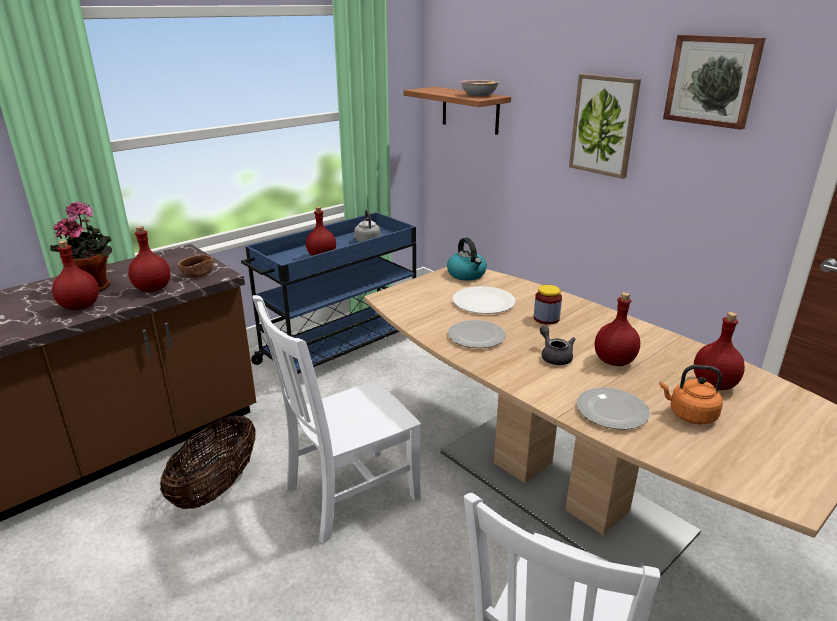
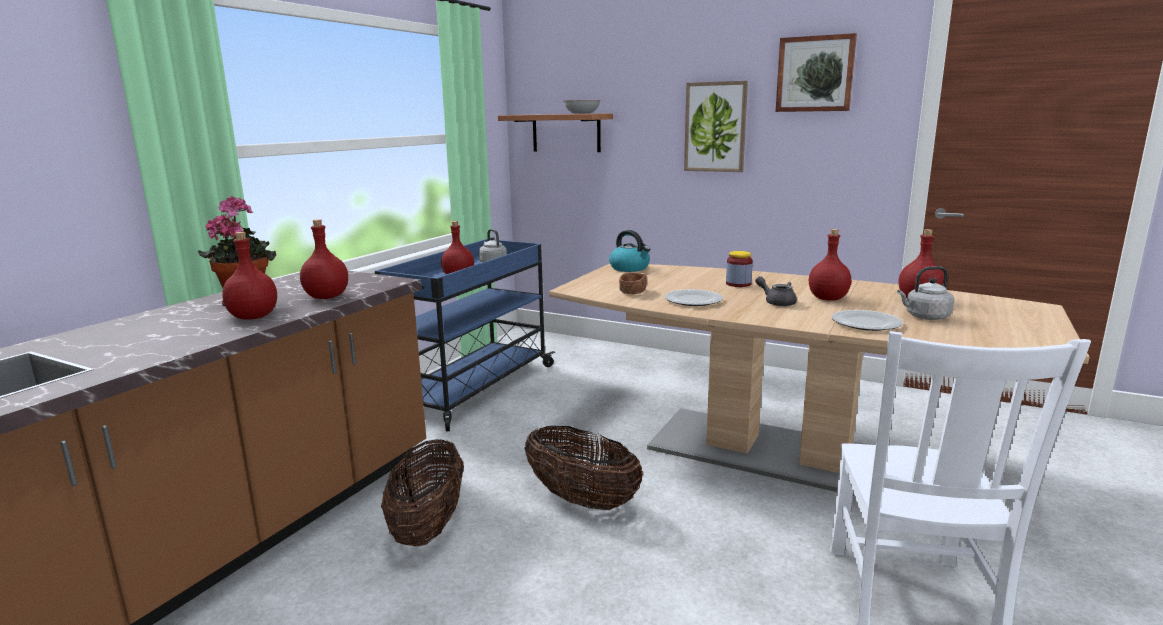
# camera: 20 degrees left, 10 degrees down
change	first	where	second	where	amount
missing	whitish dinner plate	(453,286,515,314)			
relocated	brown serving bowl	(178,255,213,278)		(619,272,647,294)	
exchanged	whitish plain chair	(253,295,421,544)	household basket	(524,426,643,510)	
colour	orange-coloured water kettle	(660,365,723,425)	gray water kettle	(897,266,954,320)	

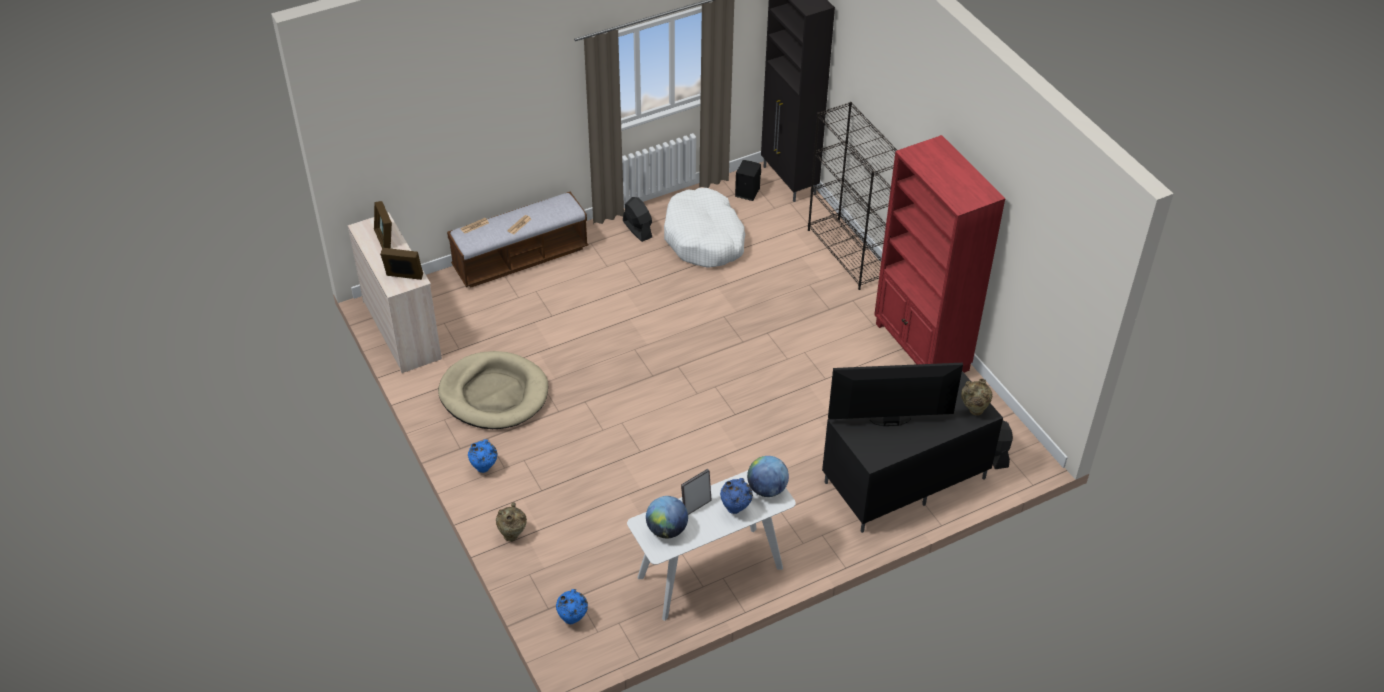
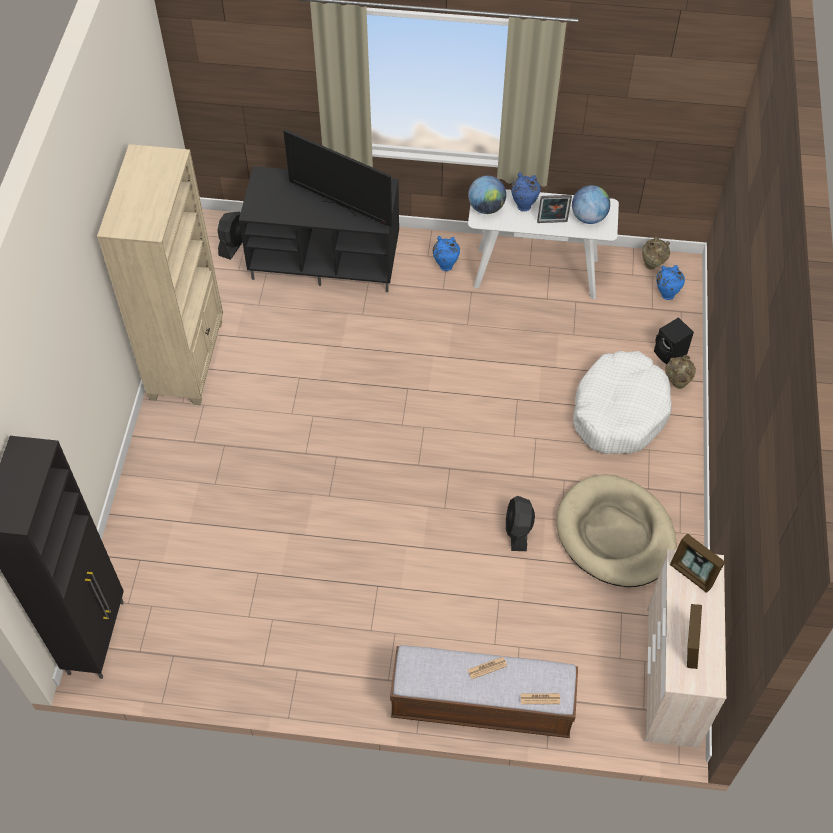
# camera: 145 degrees left, 10 degrees up
change	first	where	second	where	amount
missing	black bookcase	(808,102,897,290)			
relocated	blue-coloured flower vase	(468,439,498,473)		(433,236,460,271)	
relocated	black electric fan	(623,197,652,242)		(506,496,535,551)	
relocated	whitish dog cushion	(664,188,745,268)		(573,351,671,454)	
relocated	black speaker	(735,160,761,201)		(654,317,694,364)	
relocated	beige flower vase	(961,379,992,416)		(642,237,670,270)	
colour	red bookcase	(874,135,1006,373)	beige bookcase	(97,144,223,405)	

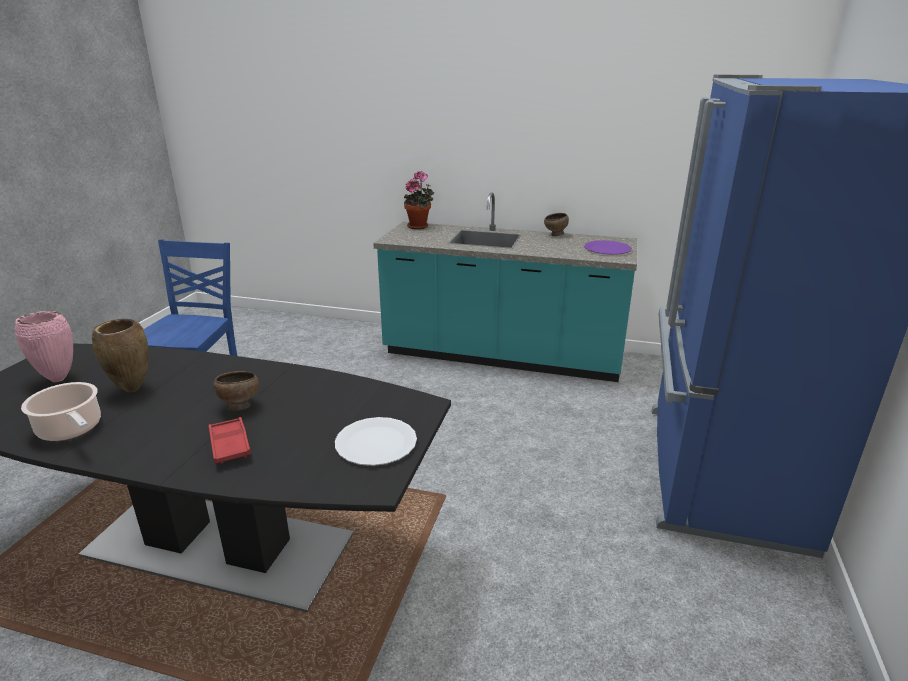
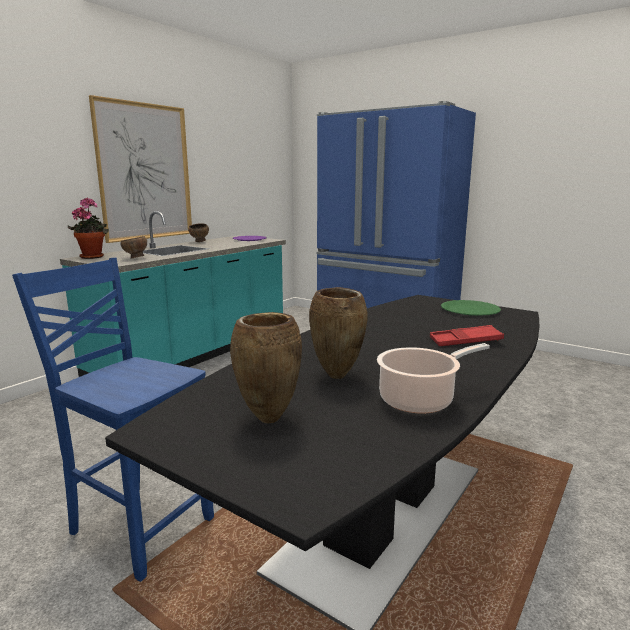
# camera: 70 degrees left, 10 degrees down
change	first	where	second	where	amount
appeared			picture	(89,95,192,243)	
relocated	brown serving bowl	(213,371,259,410)		(120,236,147,259)	
colour	pink flower vase	(15,311,73,382)	brown flower vase	(230,312,302,423)	
colour	whitish dinner plate	(335,417,417,466)	green-coloured dinner plate	(441,300,501,316)	

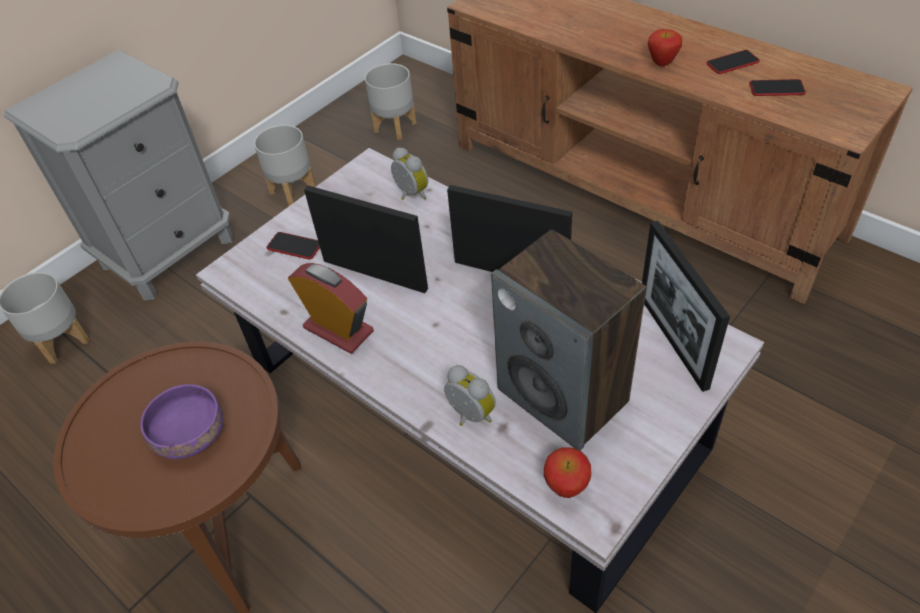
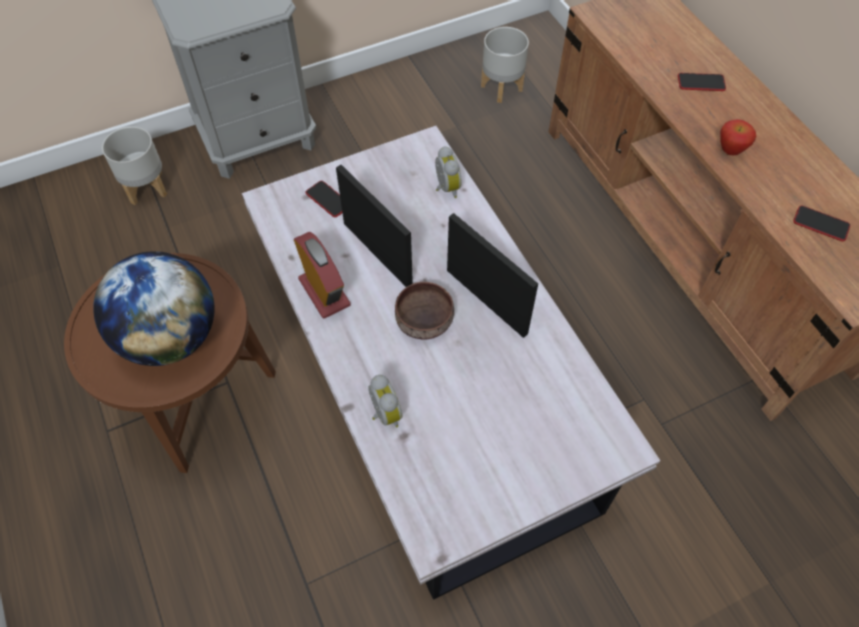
# camera: 20 degrees right, 10 degrees up
change	first	where	second	where	amount
missing	gray plant pot	(254,125,316,206)			
missing	speaker	(491,230,646,450)			
missing	apple fruit	(544,447,591,498)			
missing	photo frame	(642,221,730,392)			
appeared			brown serving bowl	(395,282,454,340)	
relocated	telephone	(706,50,760,74)		(678,73,726,91)	
exchanged	purplish serving bowl	(140,384,223,459)	desk globe	(93,251,215,366)	

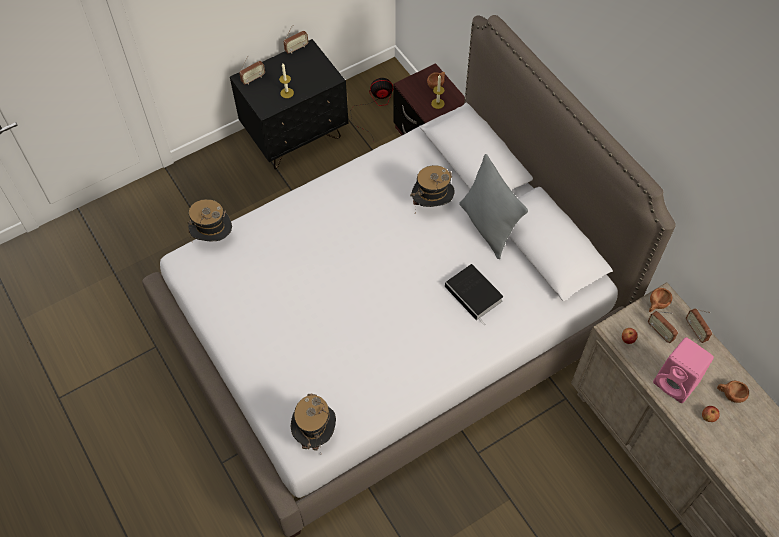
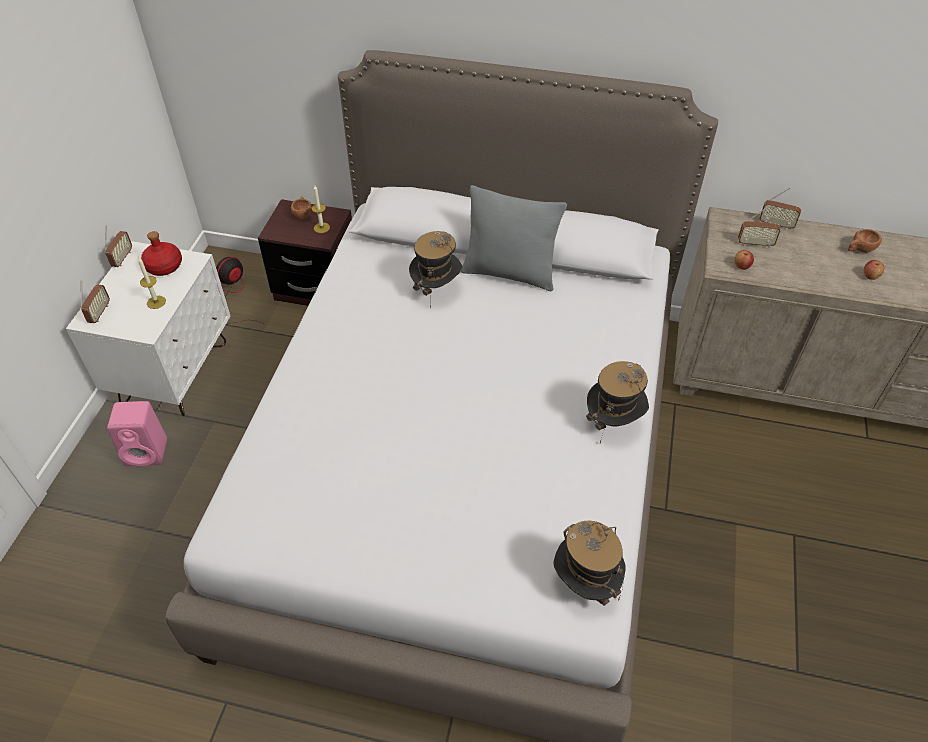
# camera: 45 degrees left, 10 degrees down
change	first	where	second	where	amount
missing	bound book	(445,264,503,326)			
missing	brown drinking cup	(649,288,672,312)			
appeared			red beverage bottle	(141,231,182,276)	
relocated	wearable hat	(187,199,232,241)		(586,361,649,443)	
relocated	pink speaker	(653,337,714,403)		(107,401,167,466)	
colour	black night table	(230,39,349,170)	whitish night table	(66,241,230,416)	

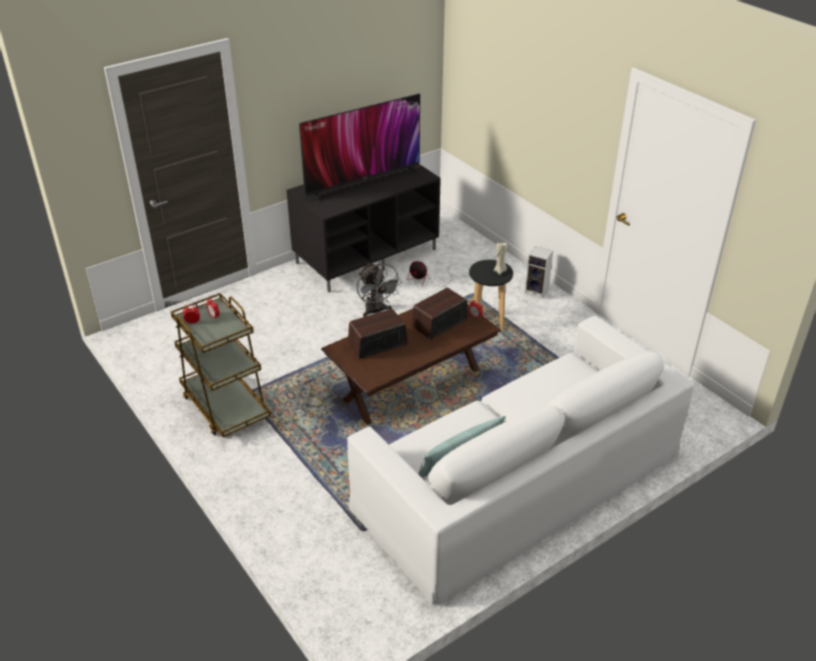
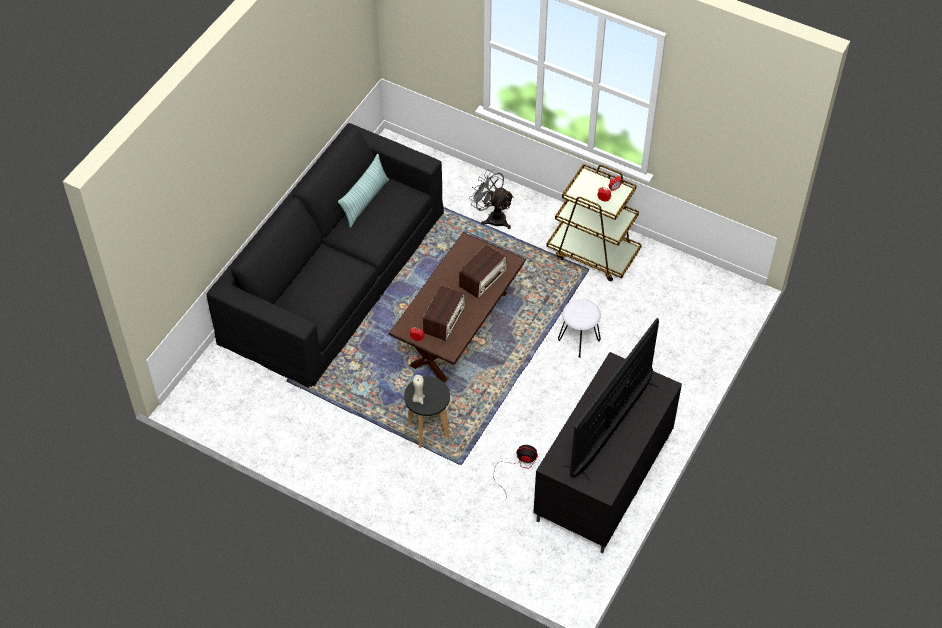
# camera: 155 degrees right, 15 degrees up
change	first	where	second	where	amount
missing	speaker	(525,246,553,299)			
appeared			whitish stool	(558,299,601,358)	
relocated	gray electric fan	(357,263,402,317)		(469,169,514,229)	
colour	whitish settee	(347,316,694,606)	black settee	(207,123,444,388)	

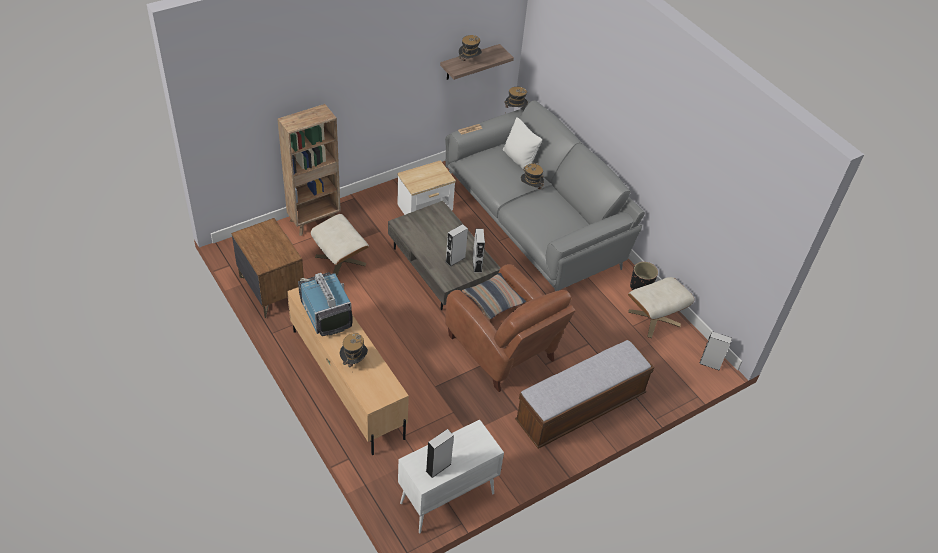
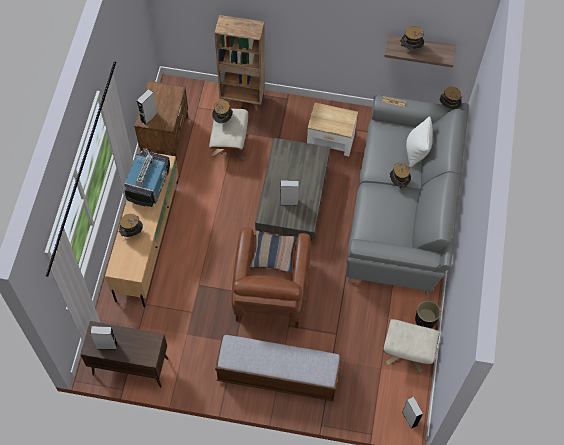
# camera: 45 degrees right, 15 degrees up
change	first	where	second	where	amount
appeared			wearable hat	(212,100,233,123)	
relocated	gray speaker	(472,229,485,273)		(137,89,158,125)	
colour	whitish storage cabinet	(398,420,504,533)	brown storage cabinet	(80,321,168,388)	

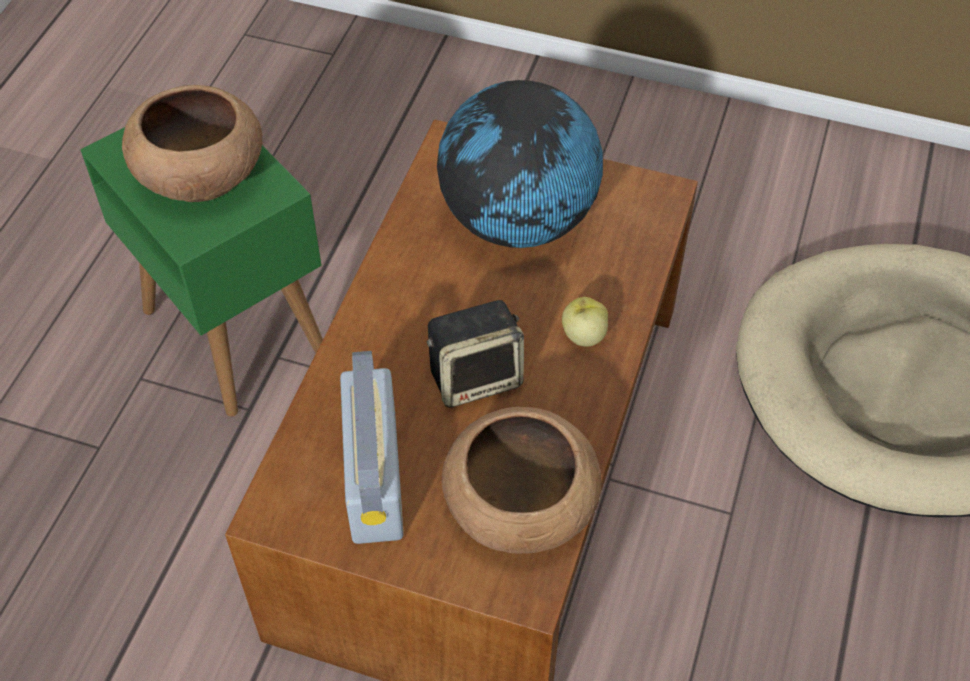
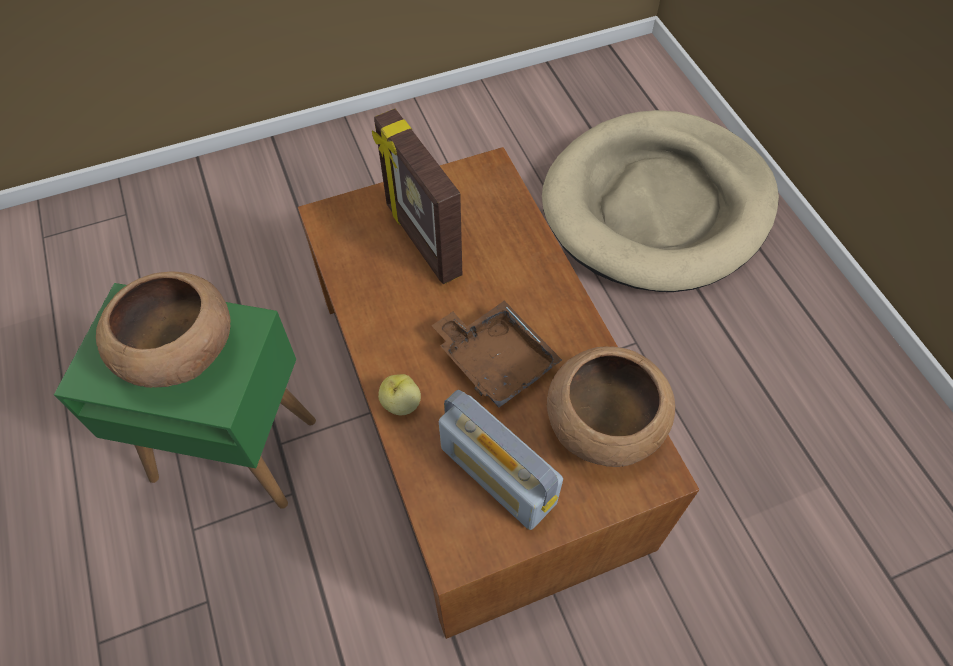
# camera: 40 degrees left, 5 degrees up
change	first	where	second	where	amount
relocated	apple fruit	(562,297,608,347)		(378,374,421,415)	
exchanged	speaker	(427,300,524,408)	brown serving tray	(431,301,562,408)	
exchanged	desk globe	(437,80,603,248)	photo frame	(372,109,462,284)	

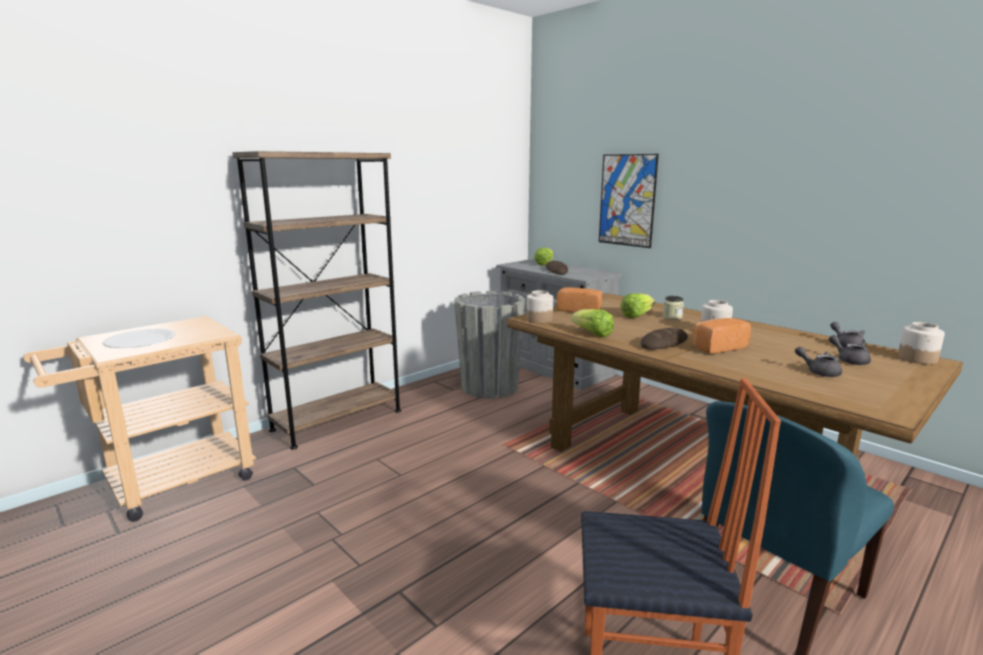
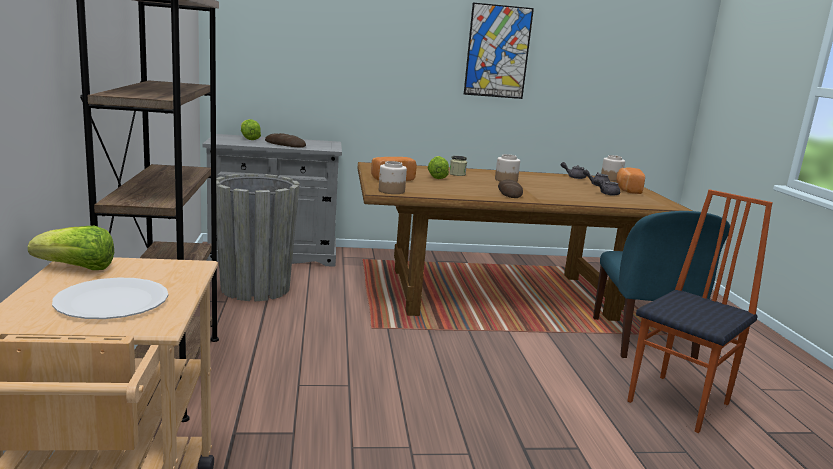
# camera: 55 degrees left, 0 degrees up
change	first	where	second	where	amount
relocated	lettuce head	(571,309,614,337)		(28,226,114,270)	
relocated	picture	(599,154,659,248)		(464,3,534,99)	
relocated	baked bread	(692,318,751,354)		(616,167,645,194)	

